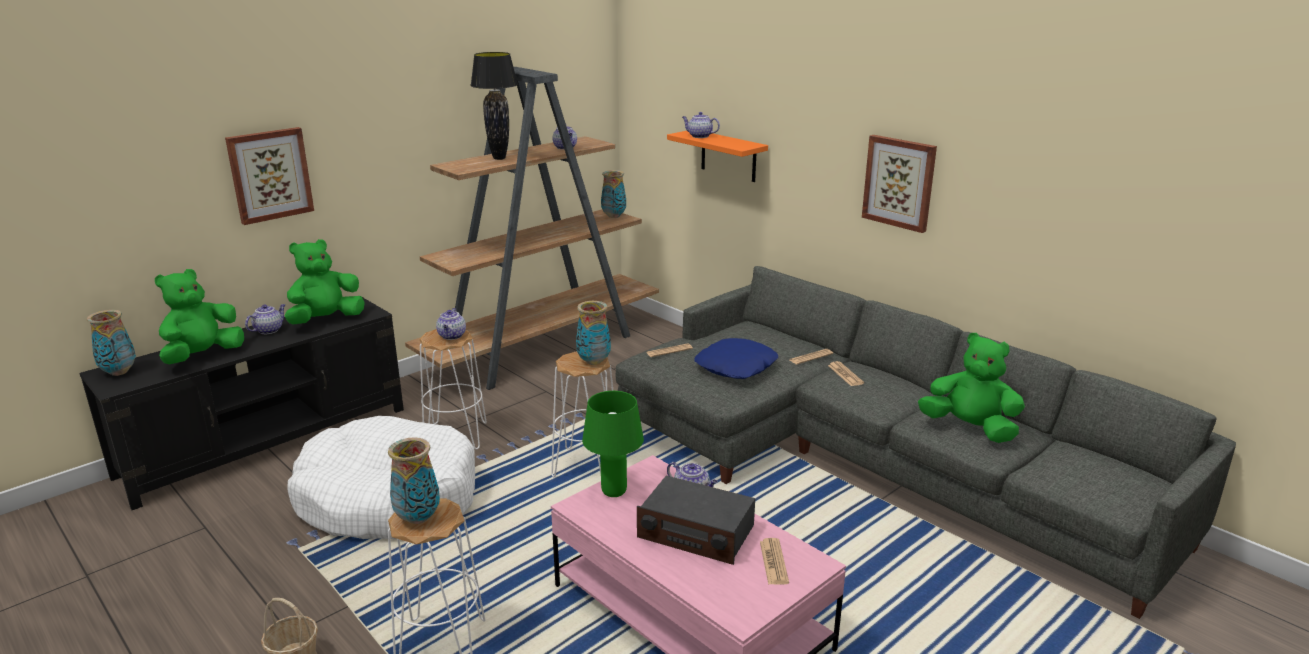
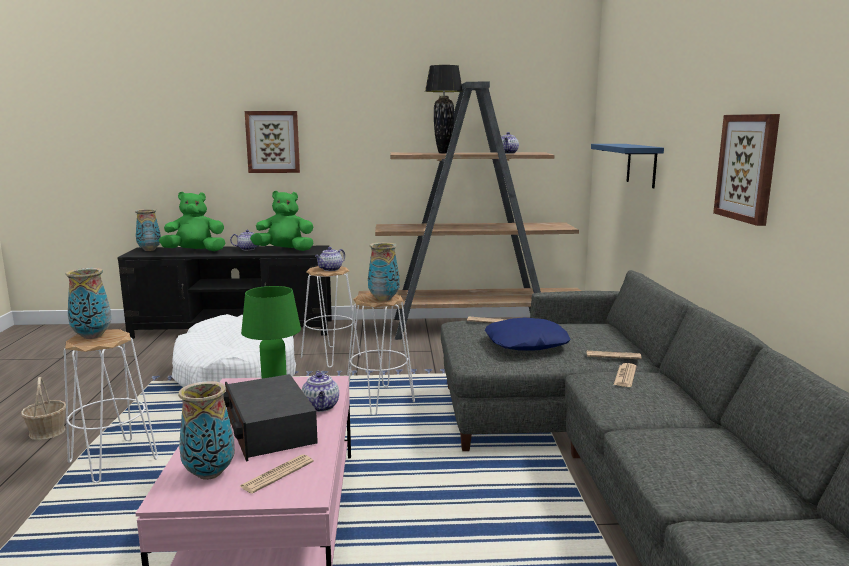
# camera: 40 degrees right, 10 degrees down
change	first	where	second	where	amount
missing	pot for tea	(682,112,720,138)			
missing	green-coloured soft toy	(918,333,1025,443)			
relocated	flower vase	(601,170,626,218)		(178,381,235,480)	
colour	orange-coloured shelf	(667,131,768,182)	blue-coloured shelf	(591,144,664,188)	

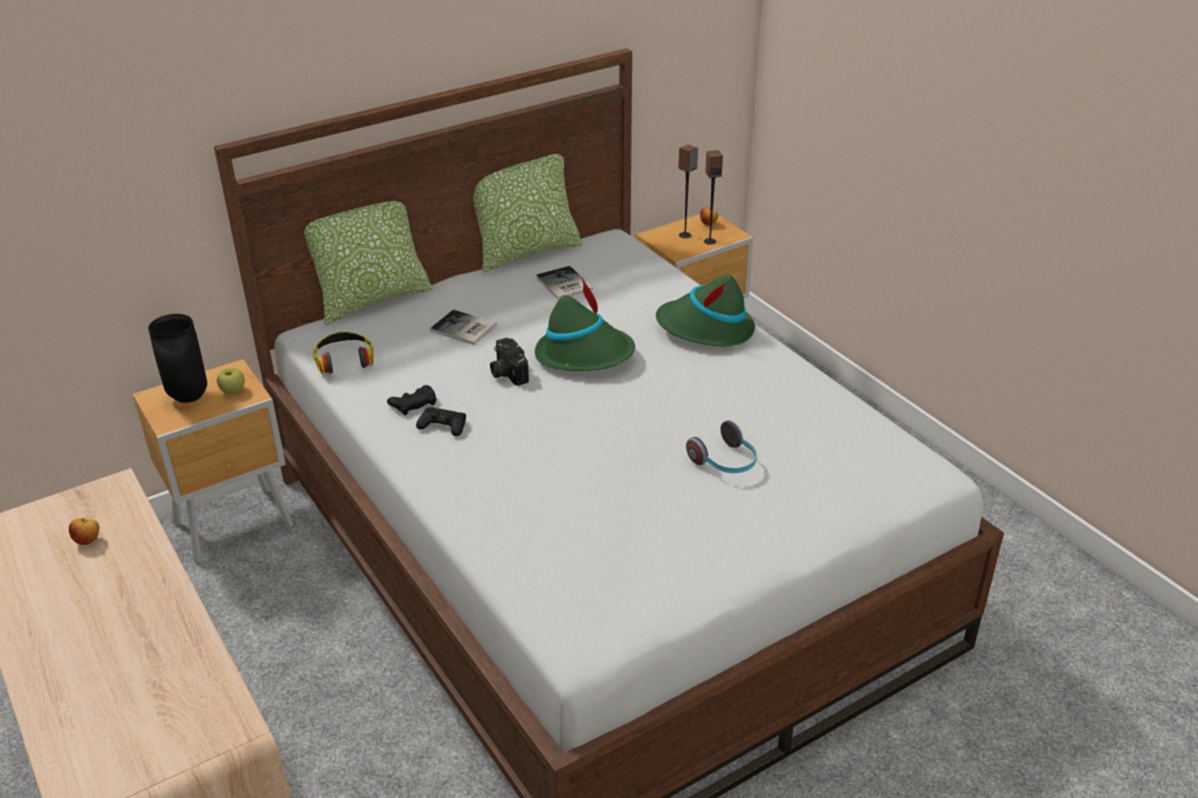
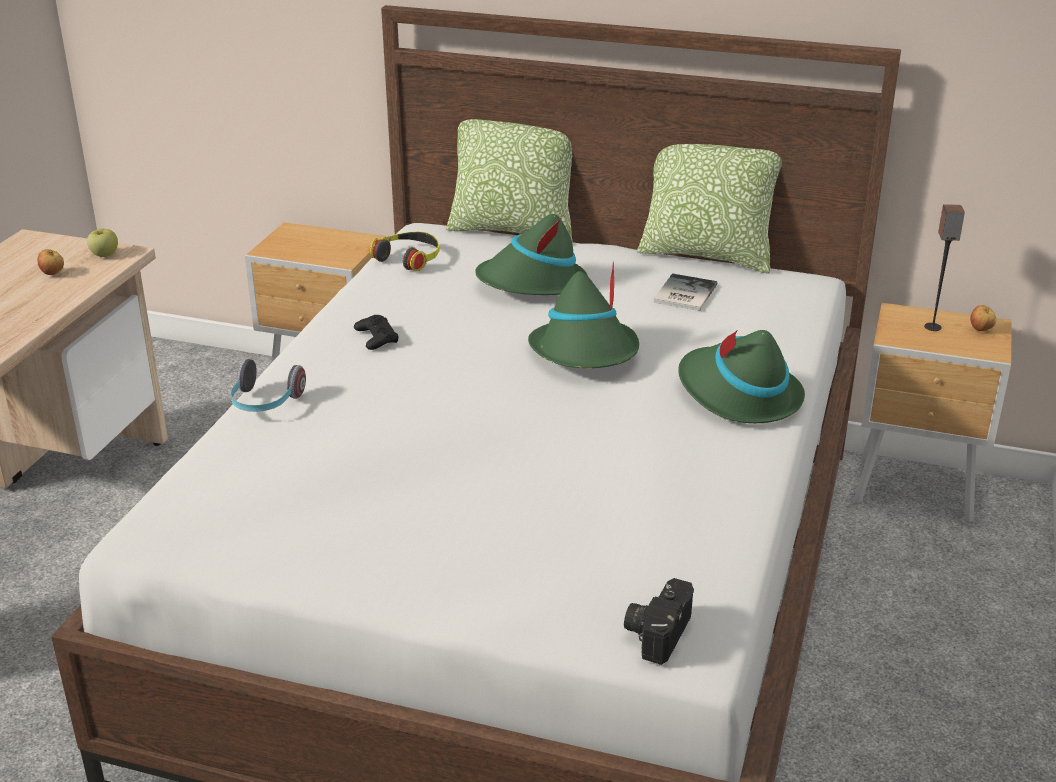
# camera: 50 degrees right, 5 degrees down
change	first	where	second	where	amount
missing	black flower vase	(148,314,207,403)			
missing	black joypad	(387,385,437,415)			
missing	speaker	(704,150,723,245)			
relocated	apple fruit	(217,368,245,394)		(87,229,118,257)	
relocated	still camera	(490,338,529,386)		(624,578,694,665)	
relocated	pair of headphones	(686,420,757,473)		(230,359,306,412)	
exchanged	bound book	(430,310,497,345)	green-coloured wearable hat	(475,214,588,295)	

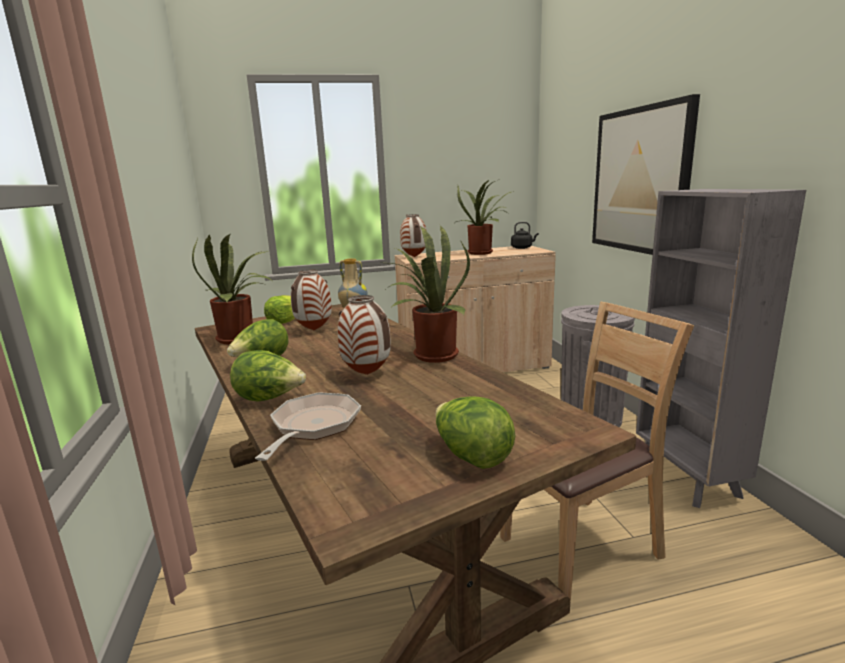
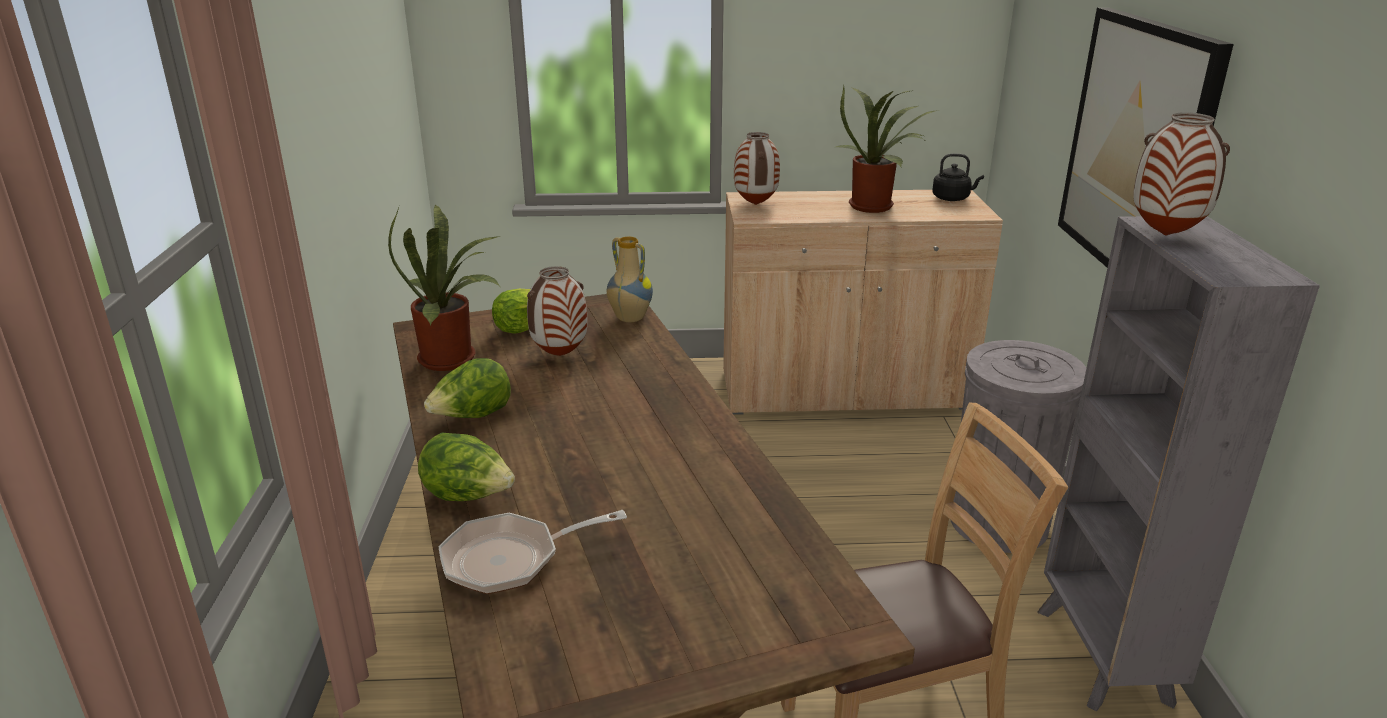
# camera: 10 degrees right, 10 degrees up
change	first	where	second	where	amount
missing	potted plant	(386,225,470,363)			
missing	lettuce head	(435,397,515,469)			
relocated	flower vase	(338,295,391,375)		(1133,113,1230,236)	
spun	skillet	(255,392,361,461)		(438,510,627,594)	135 degrees counterclockwise

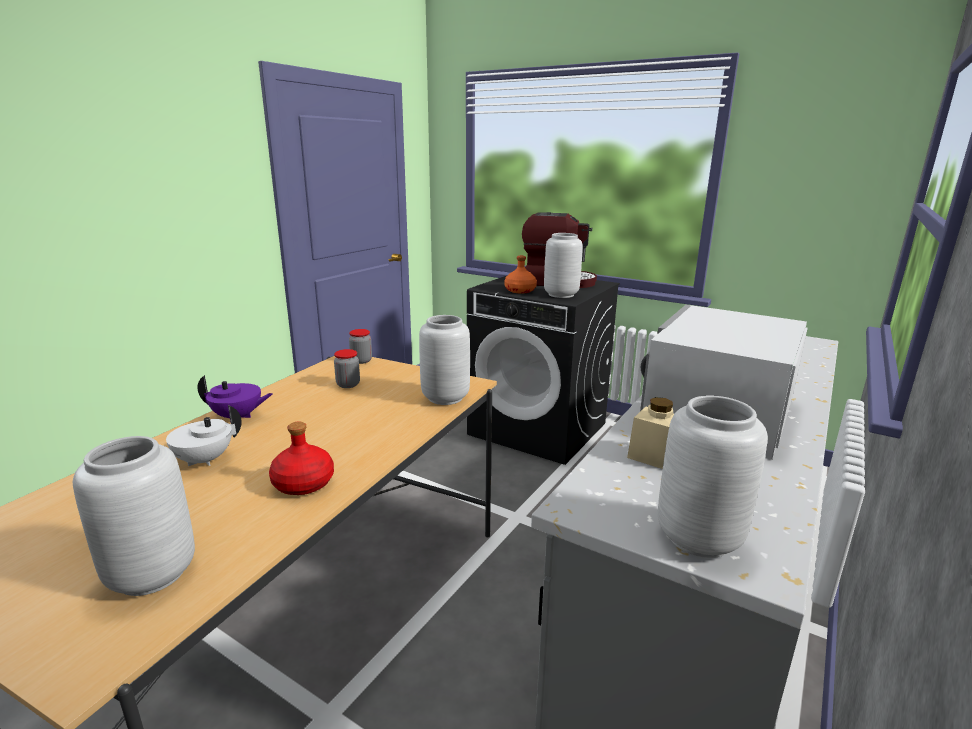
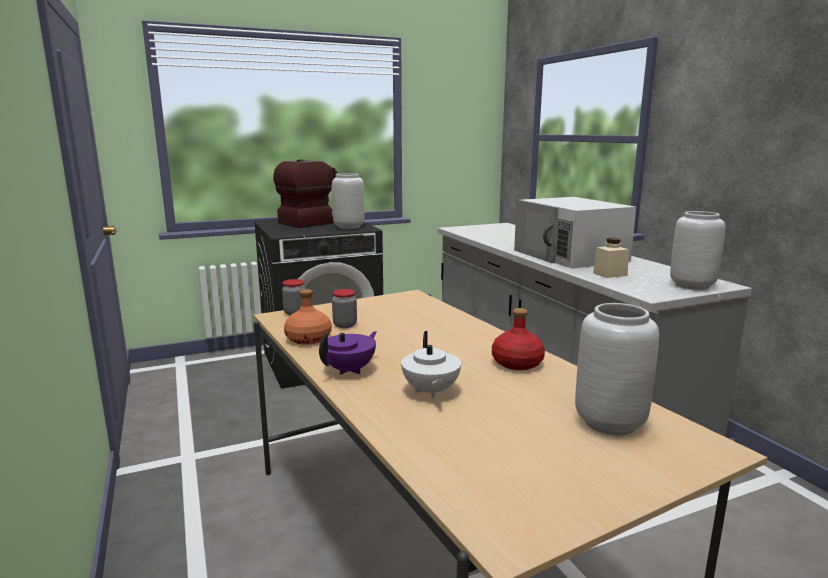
# camera: 55 degrees left, 5 degrees down
change	first	where	second	where	amount
missing	gray flower vase	(419,315,470,405)			
relocated	orange-coloured beverage bottle	(504,256,537,293)		(284,289,332,345)	

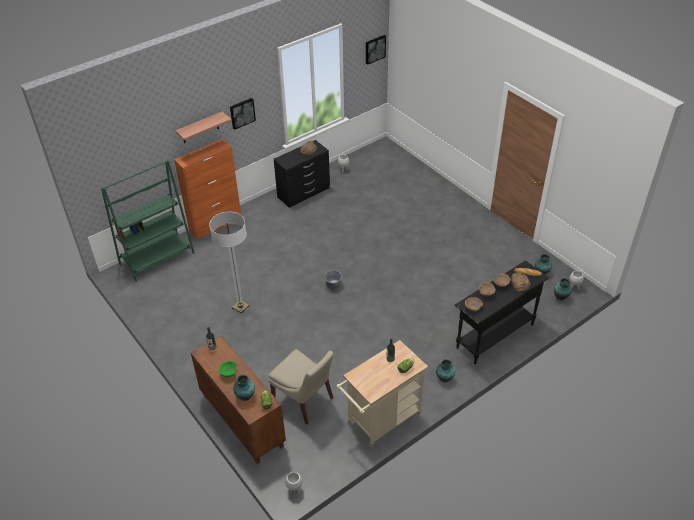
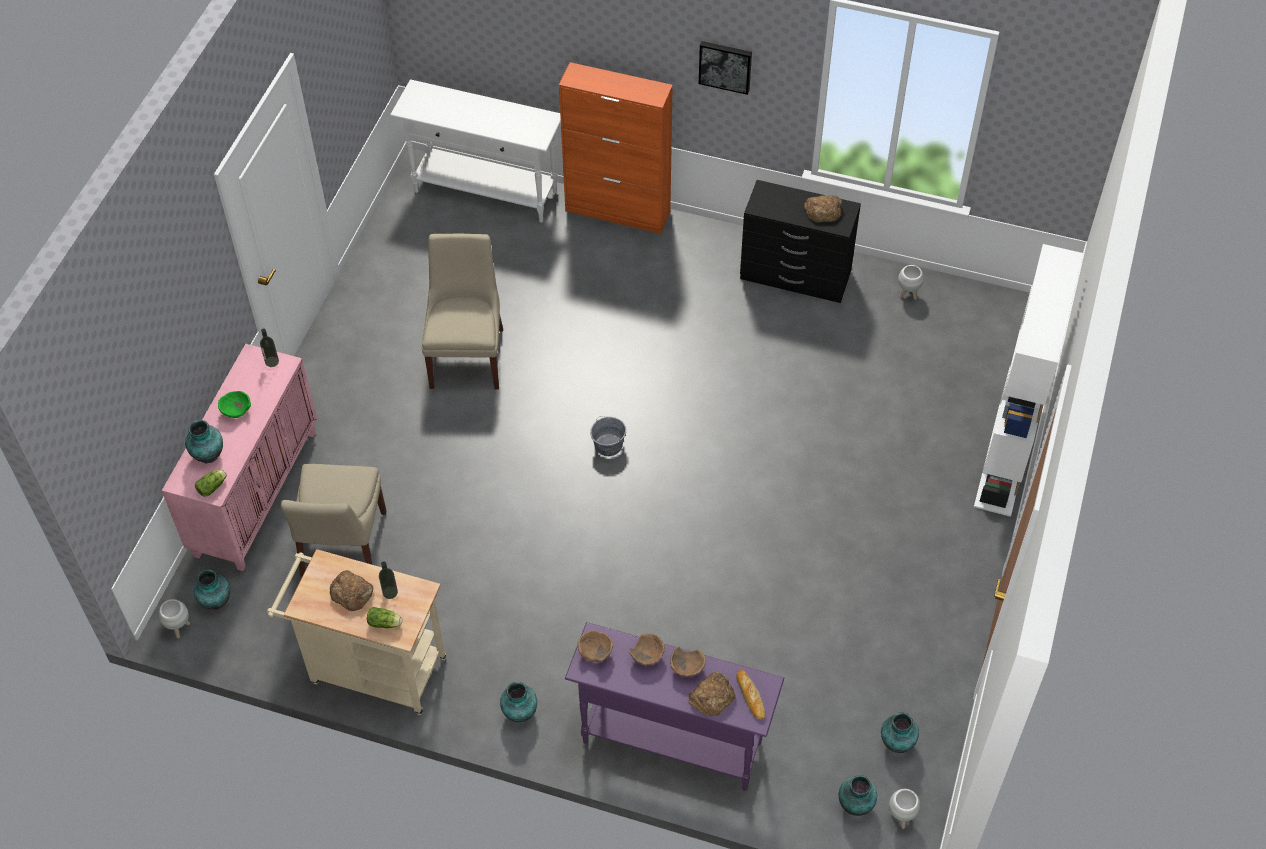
# camera: 55 degrees right, 10 degrees up
change	first	where	second	where	amount
missing	shelf	(175,112,231,143)			
missing	picture	(366,35,386,65)			
appeared			flower vase	(194,569,231,610)	
appeared			baked bread	(330,570,373,611)	
appeared			whitish bookcase	(974,244,1083,517)	
exchanged	green-coloured bookcase	(101,160,195,282)	whitish hall table	(390,79,561,222)	
exchanged	floor lamp	(209,212,249,313)	beige plain chair	(422,234,503,390)	
colour	brown storage cabinet	(191,336,286,464)	pink storage cabinet	(162,344,317,571)	
colour	black hall table	(455,260,549,364)	purplish hall table	(565,622,784,791)	

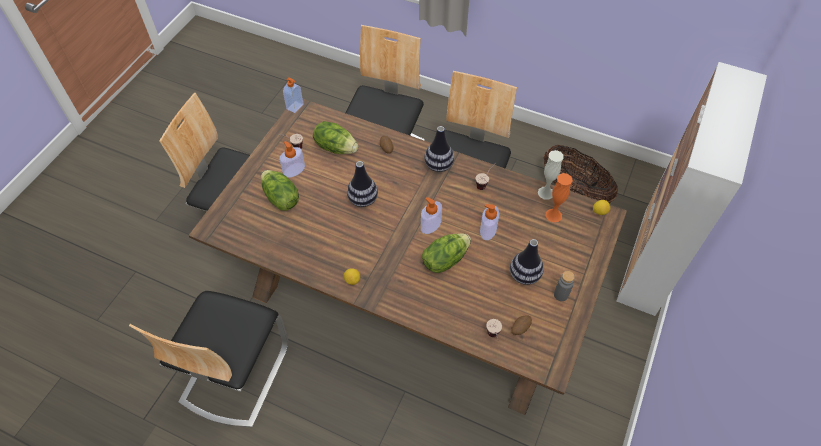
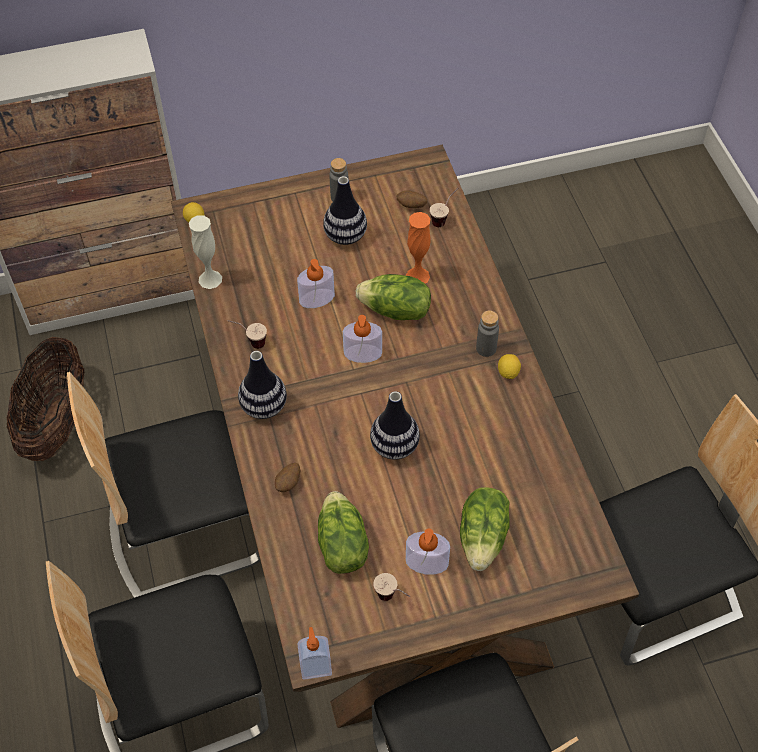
# camera: 130 degrees left, 0 degrees up
change	first	where	second	where	amount
appeared			gray beverage bottle	(476,310,499,357)	
relocated	orange-coloured flower vase	(545,173,573,222)		(406,212,431,283)	

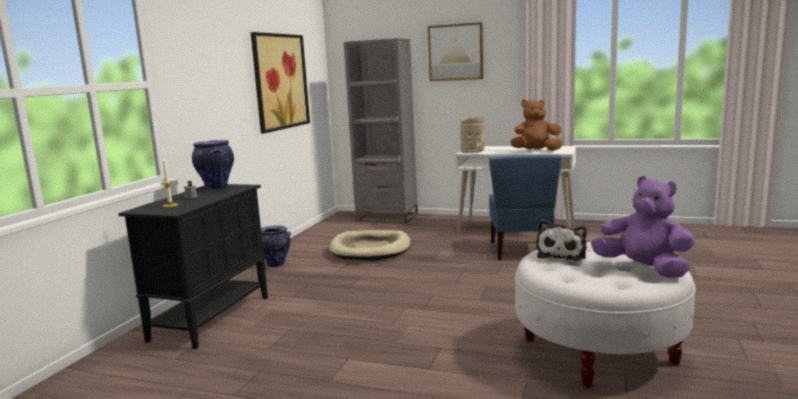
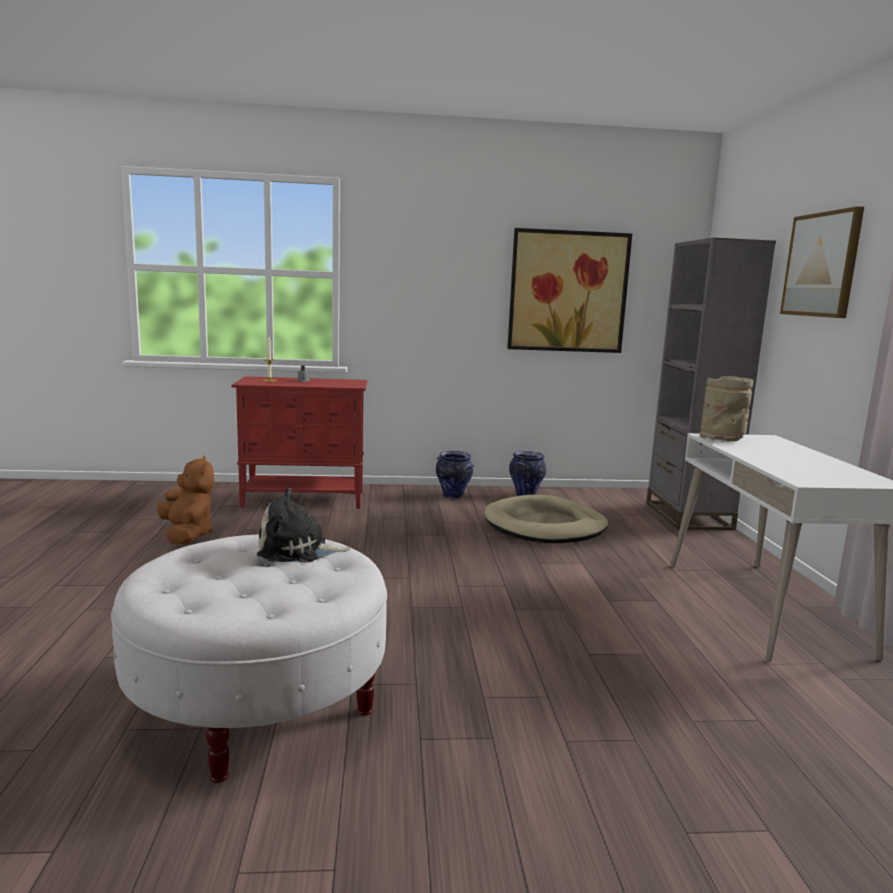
# camera: 65 degrees right, 0 degrees up
change	first	where	second	where	amount
missing	blue-coloured plain chair	(489,155,562,260)			
missing	purplish soft toy	(591,176,695,278)			
relocated	flower vase	(192,140,234,189)		(509,451,546,496)	
relocated	brown soft toy	(511,100,562,151)		(157,455,214,545)	
colour	black storage cabinet	(118,184,268,349)	red storage cabinet	(232,376,367,509)	

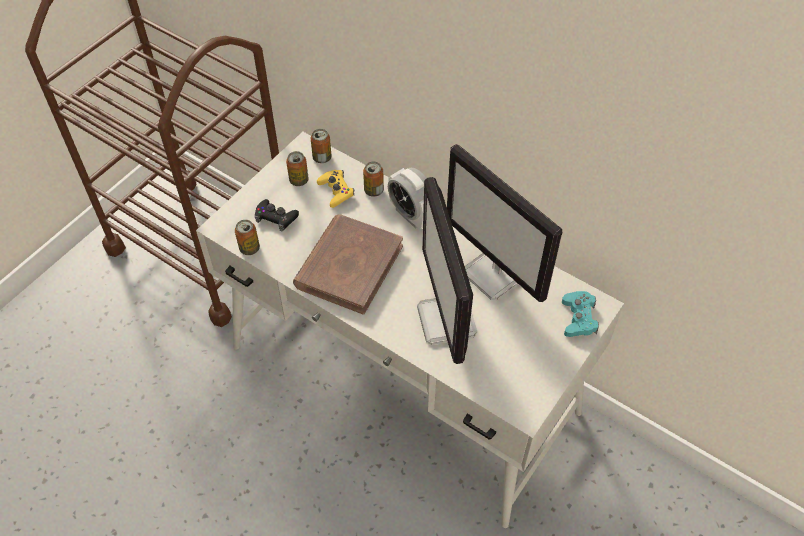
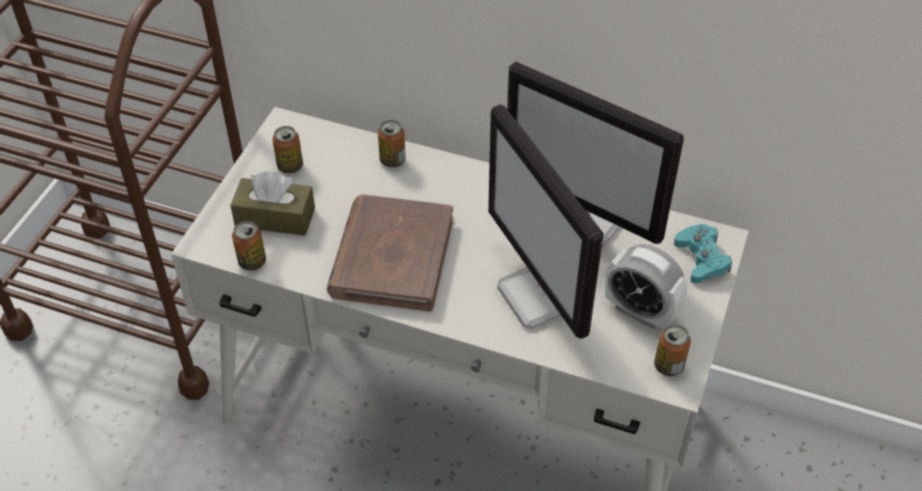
# camera: 15 degrees left, 5 degrees down
change	first	where	second	where	amount
missing	yellow joypad	(317,170,355,208)			
relocated	can	(311,129,332,163)		(654,324,691,376)	
relocated	alarm clock	(388,168,426,229)		(605,244,687,330)	
exchanged	black joypad	(255,199,299,232)	brown box of tissues	(230,171,315,236)	

